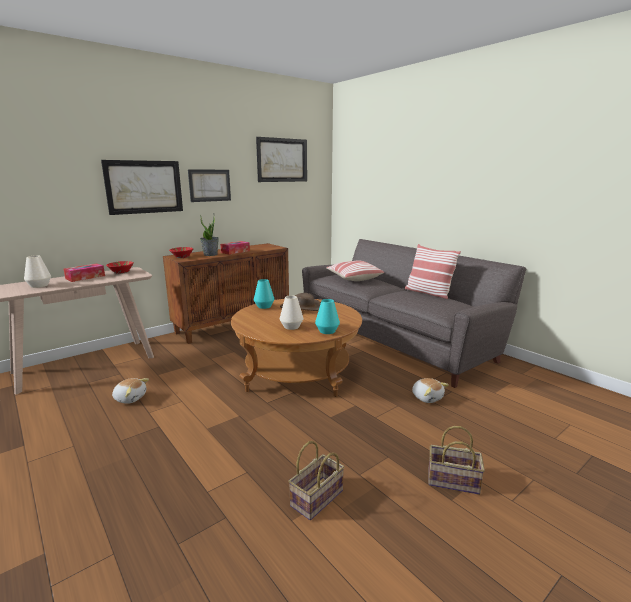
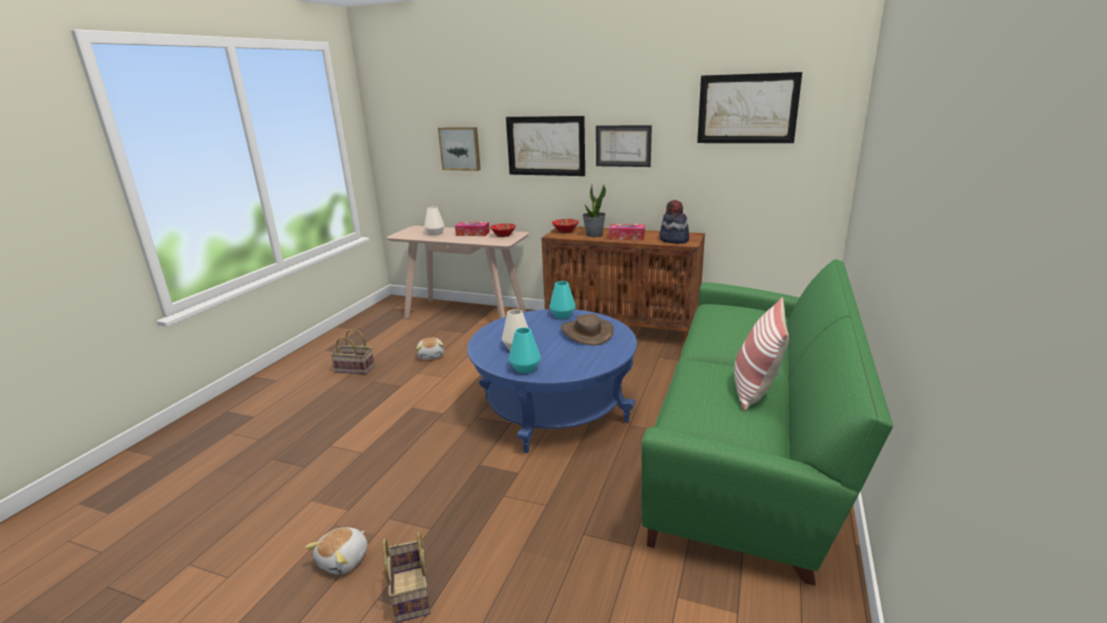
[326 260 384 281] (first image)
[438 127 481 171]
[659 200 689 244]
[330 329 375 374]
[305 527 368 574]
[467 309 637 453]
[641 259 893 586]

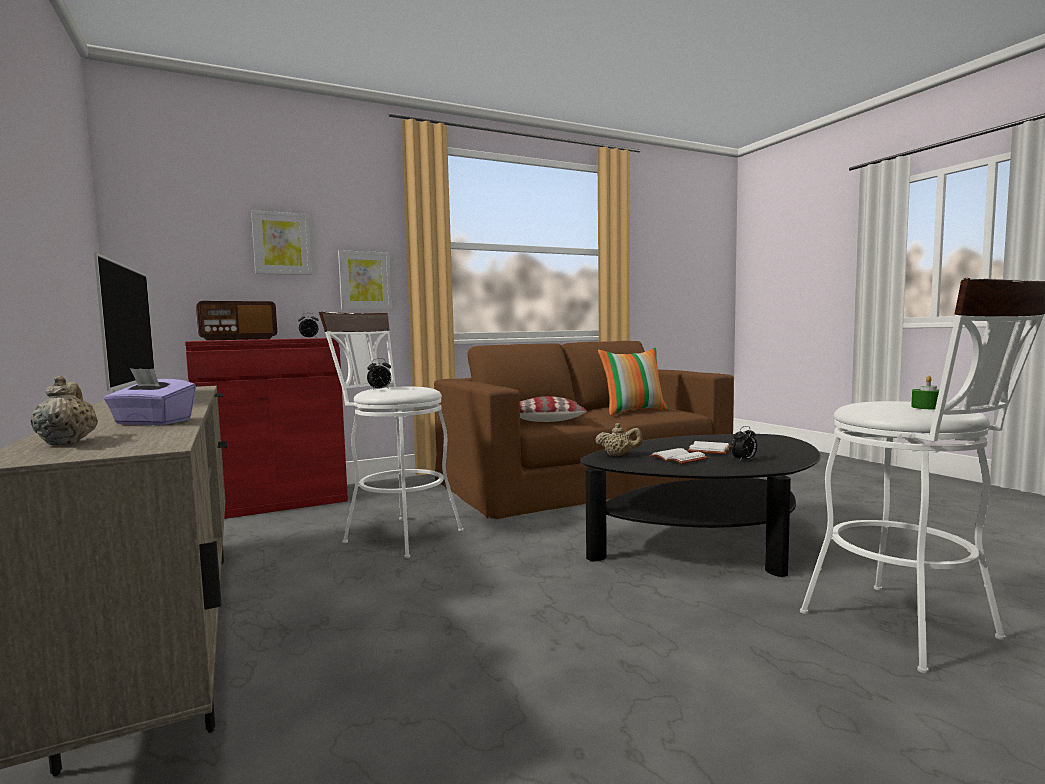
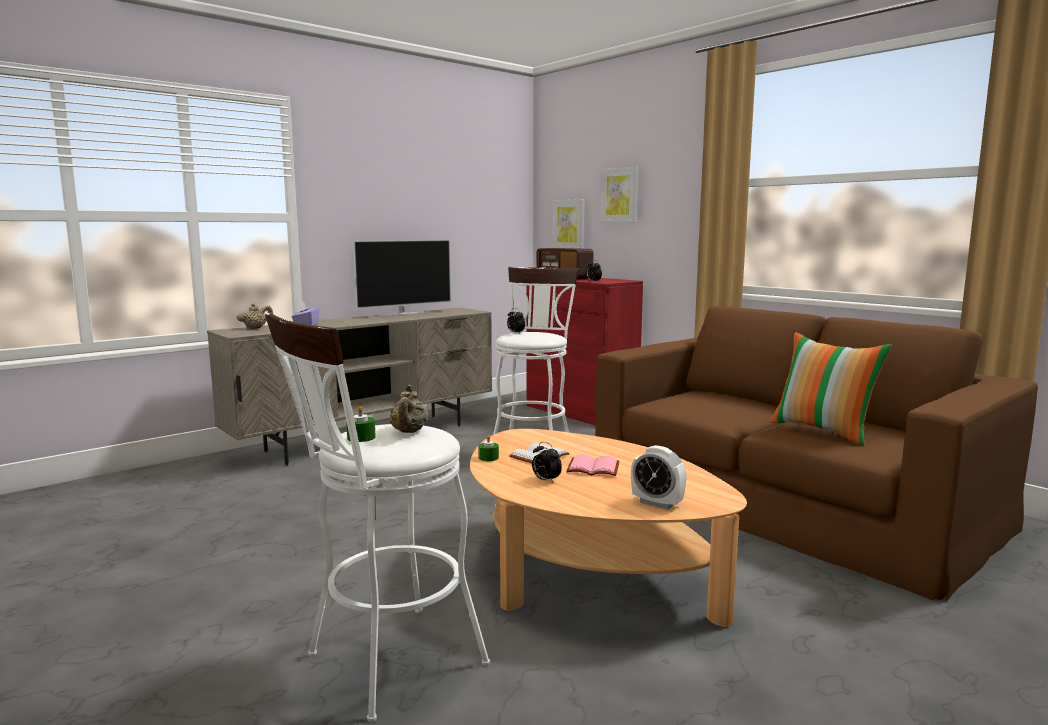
[520 396 587 422] (first image)
[478 435 499 461]
[631 445 687 509]
[552 199 585 249]
[390 385 428 433]
[470 429 747 627]
[566 454 619 476]

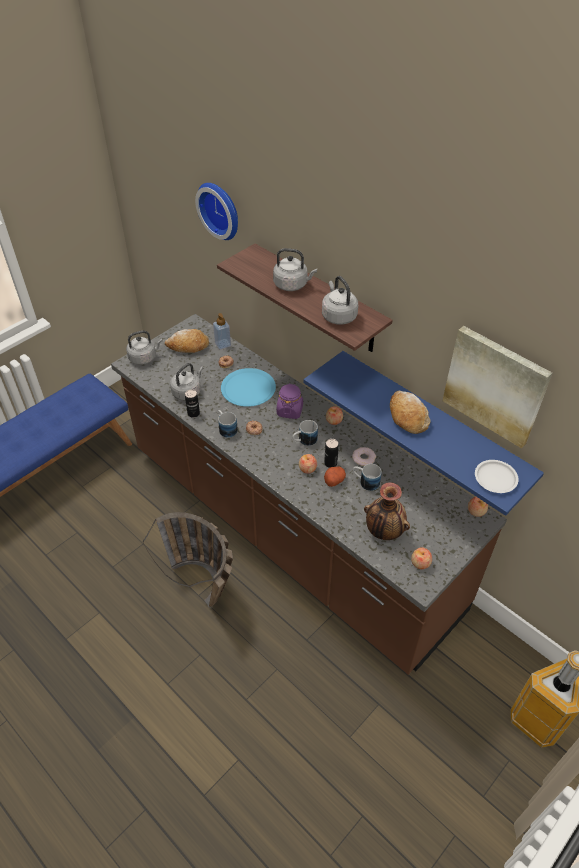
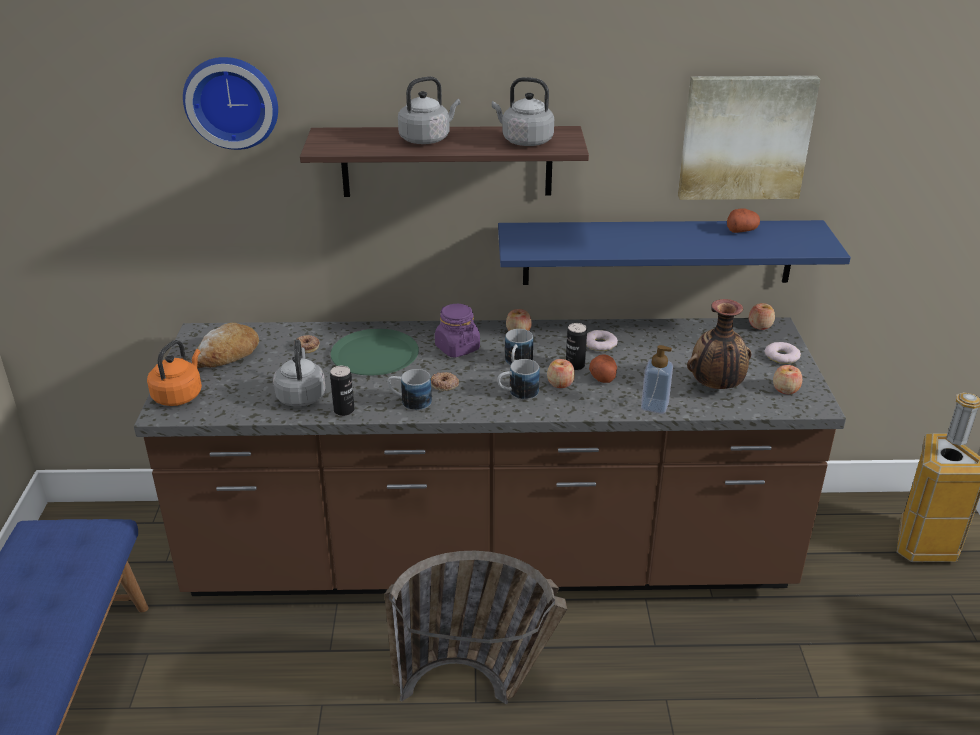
[390 391 431 434] (first image)
[475 460 519 493] (first image)
[727 208 760 233]
[764 342 801 364]
[641 345 673 414]
[497 359 539 400]
[147 340 202 406]
[331 329 419 375]

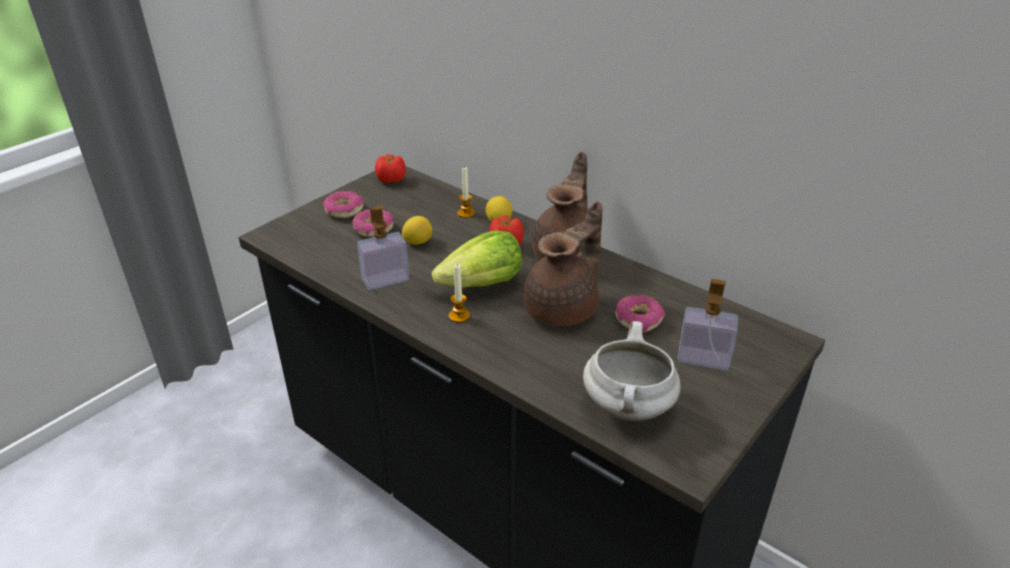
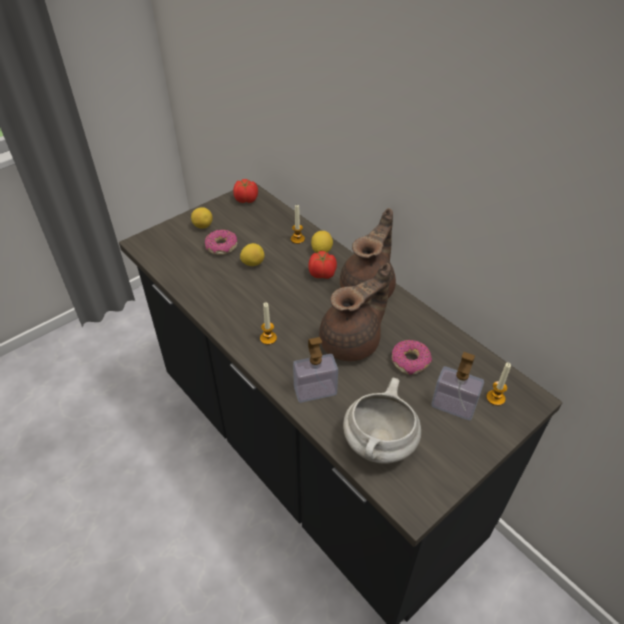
[431 230 522 287] (first image)
[486 363 511 406]
[293 337 338 403]
[191 207 212 229]

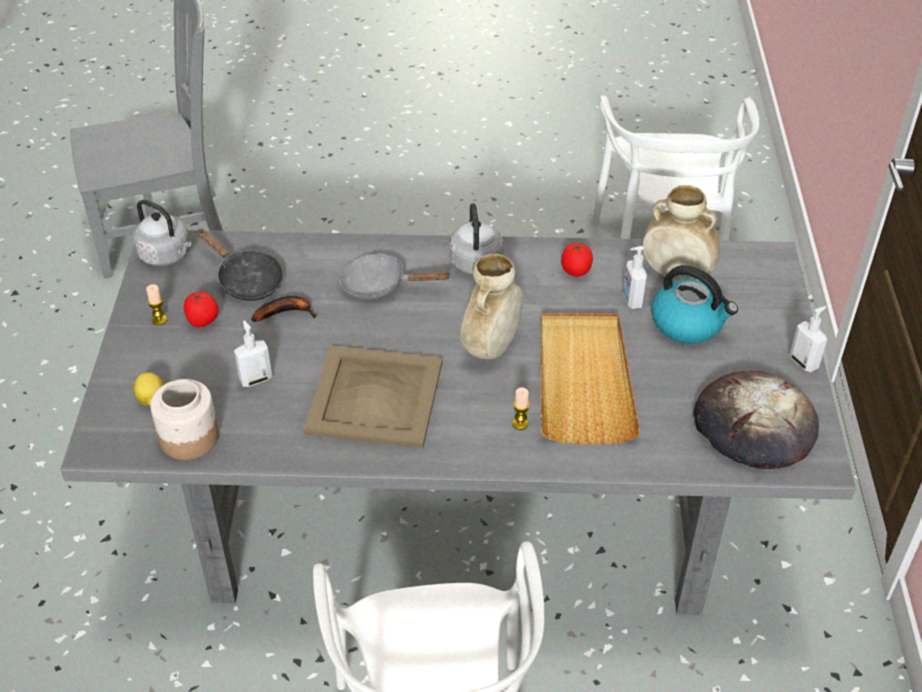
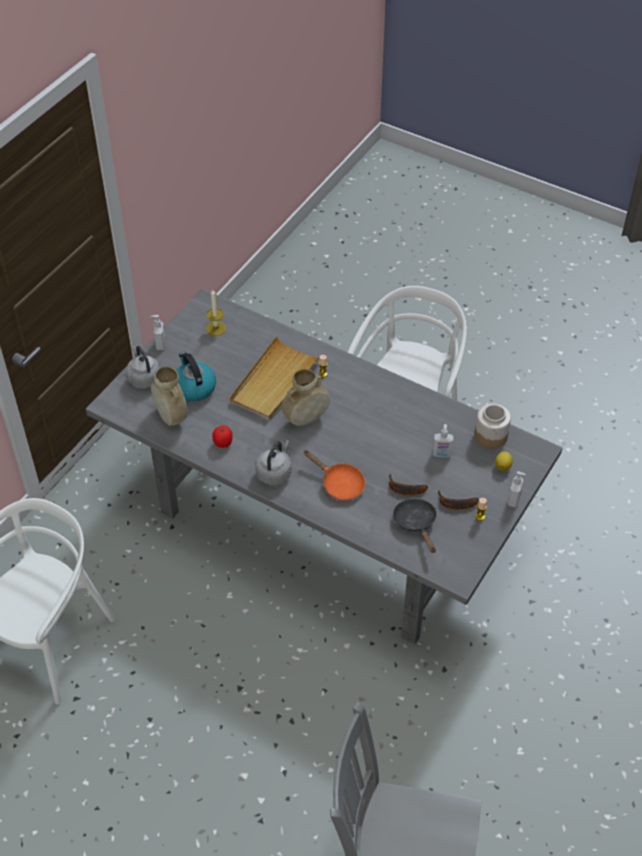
[303 345 443 448] (first image)
[126 346 160 389]
[508 471 526 508]
[438 490 479 509]
[206 289 226 336]
[303 450 365 501]

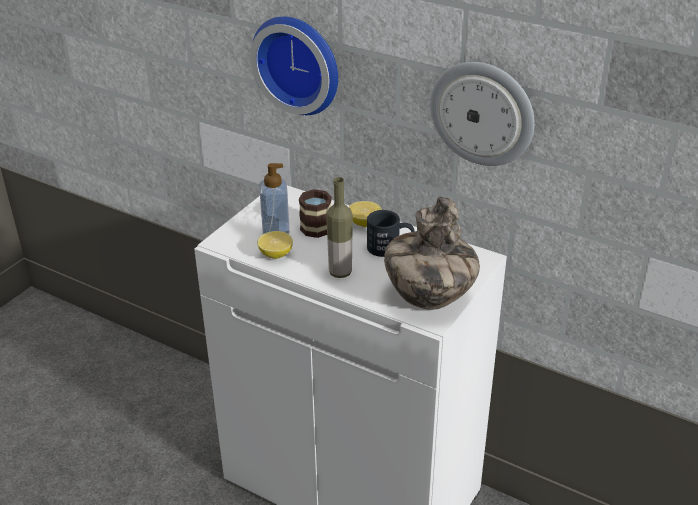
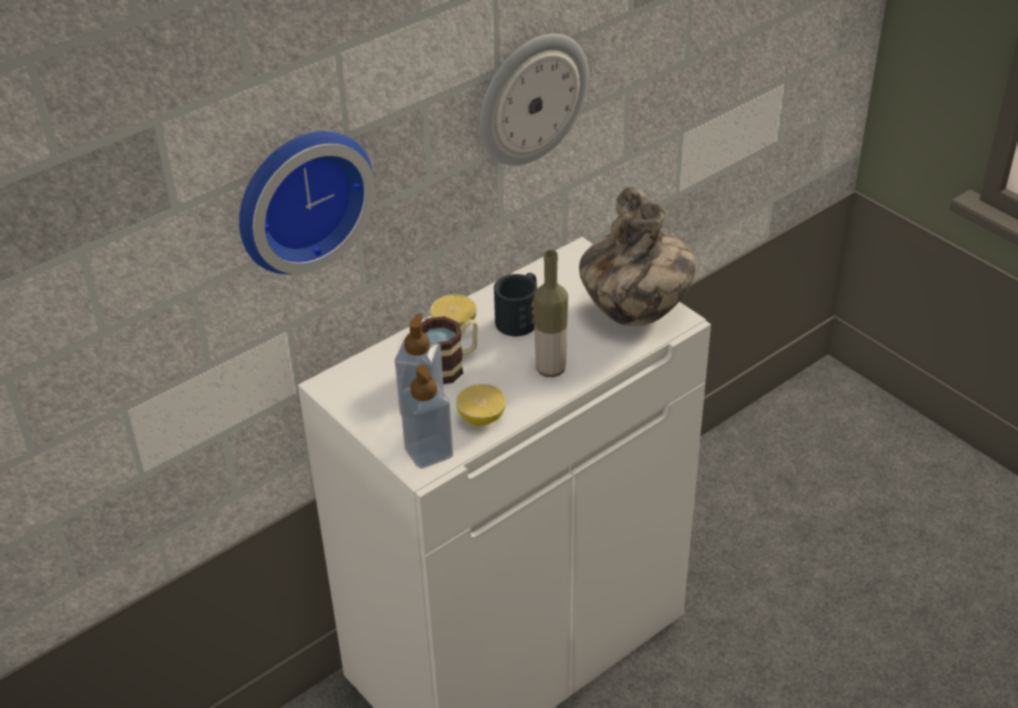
[400 364 453 469]

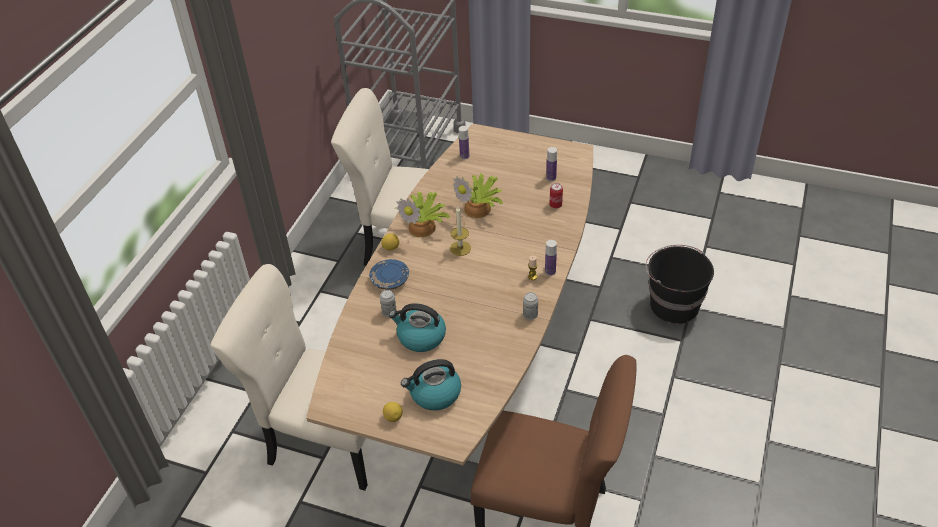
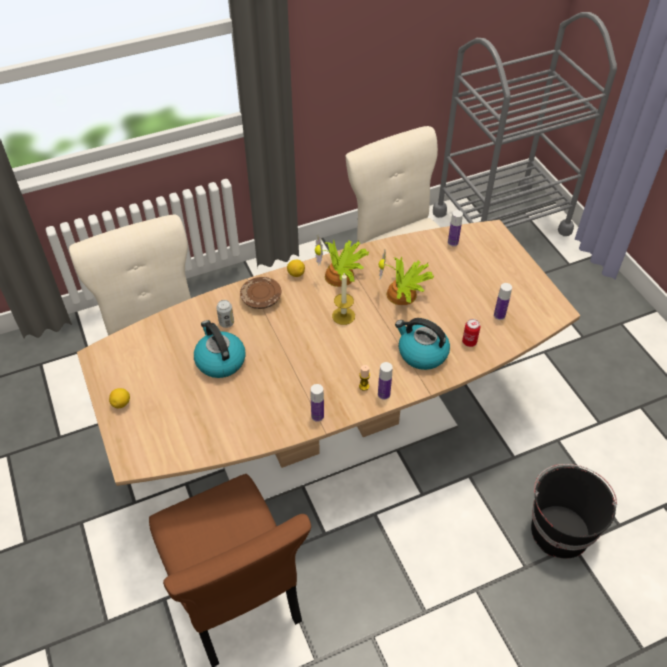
[395 318 450 370]
[311 384 324 422]
[240 277 282 309]

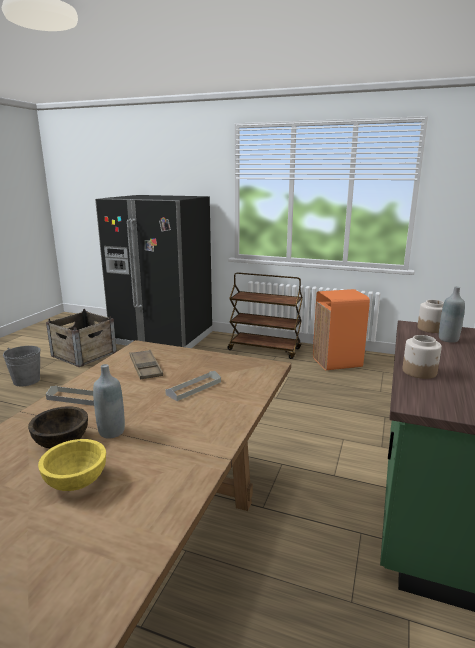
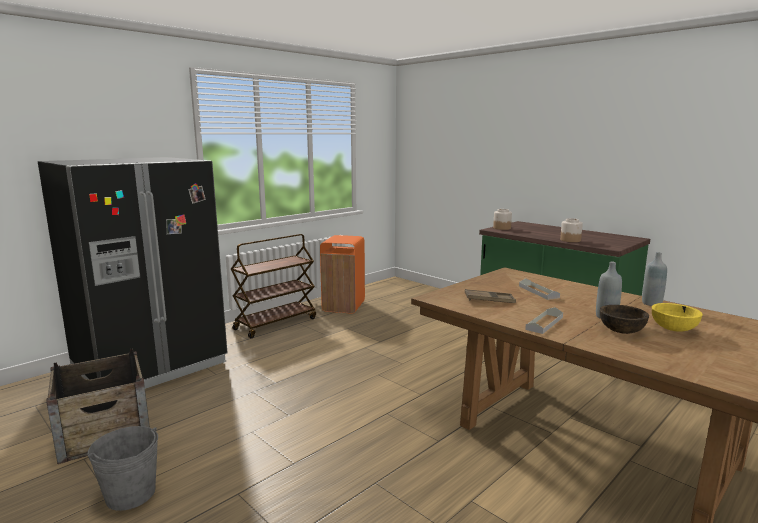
[642 252 667 306]

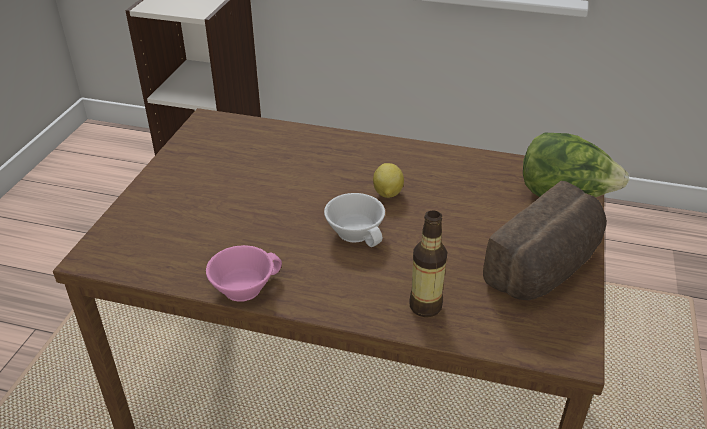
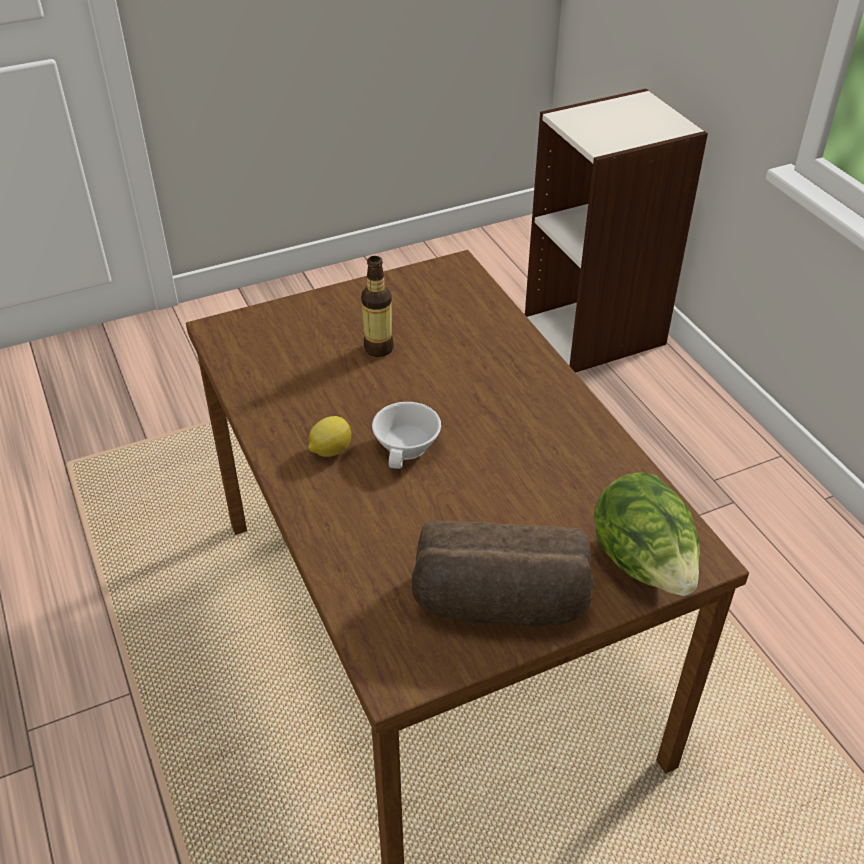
[206 245 282 302] (first image)
[308 416 351 457]
[361 256 394 357]

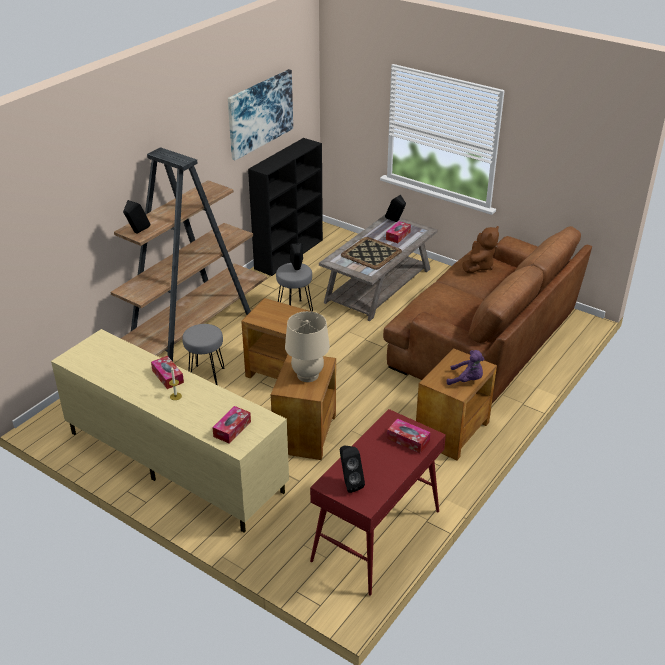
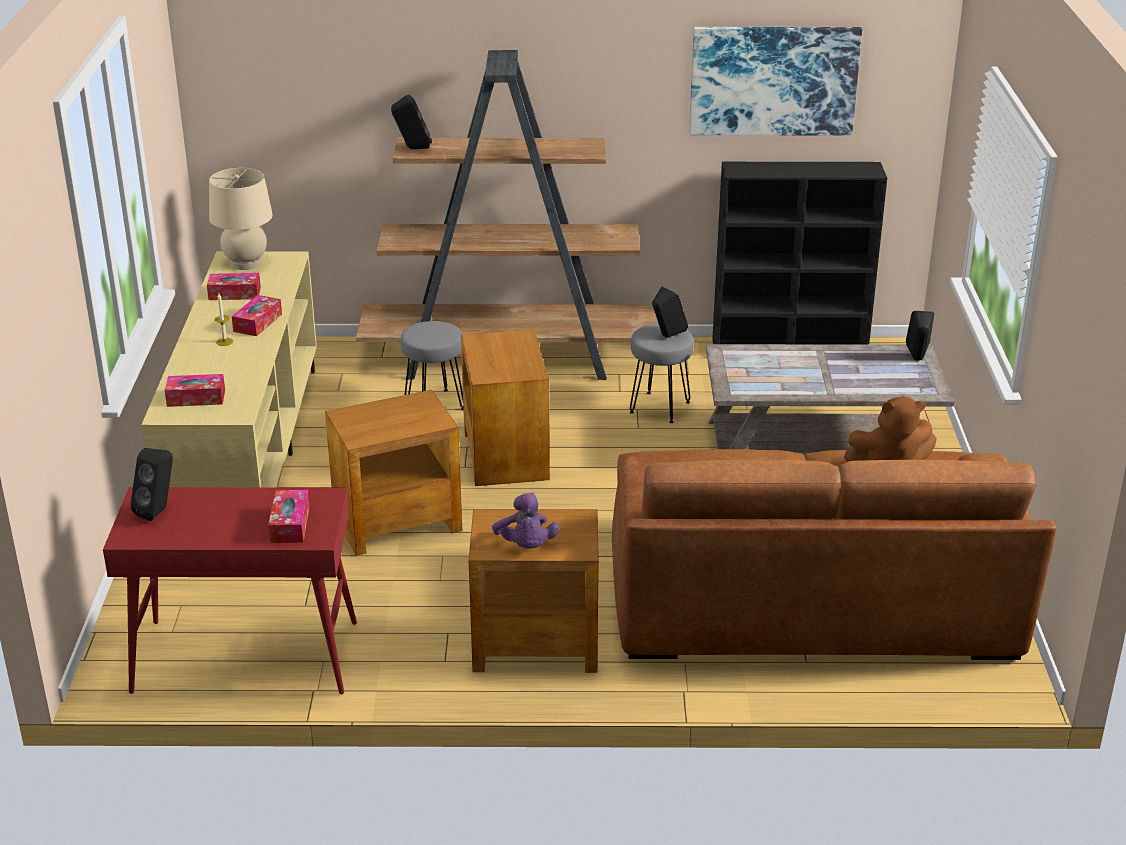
[341 237 402 270] (first image)
[209 168 273 270]
[207 273 261 300]

